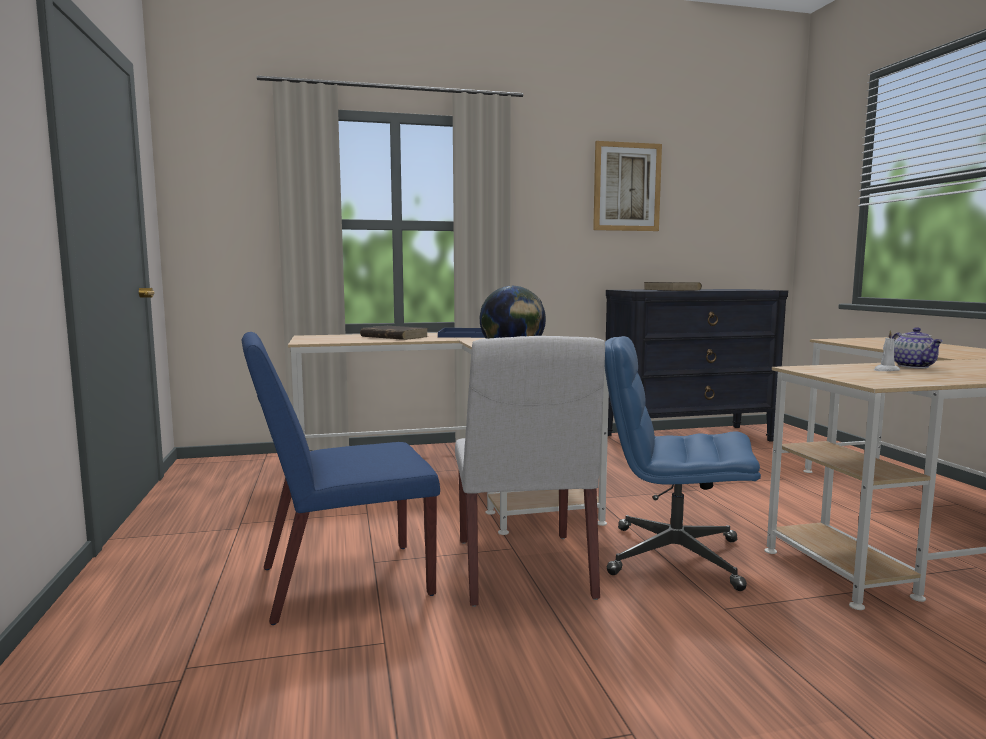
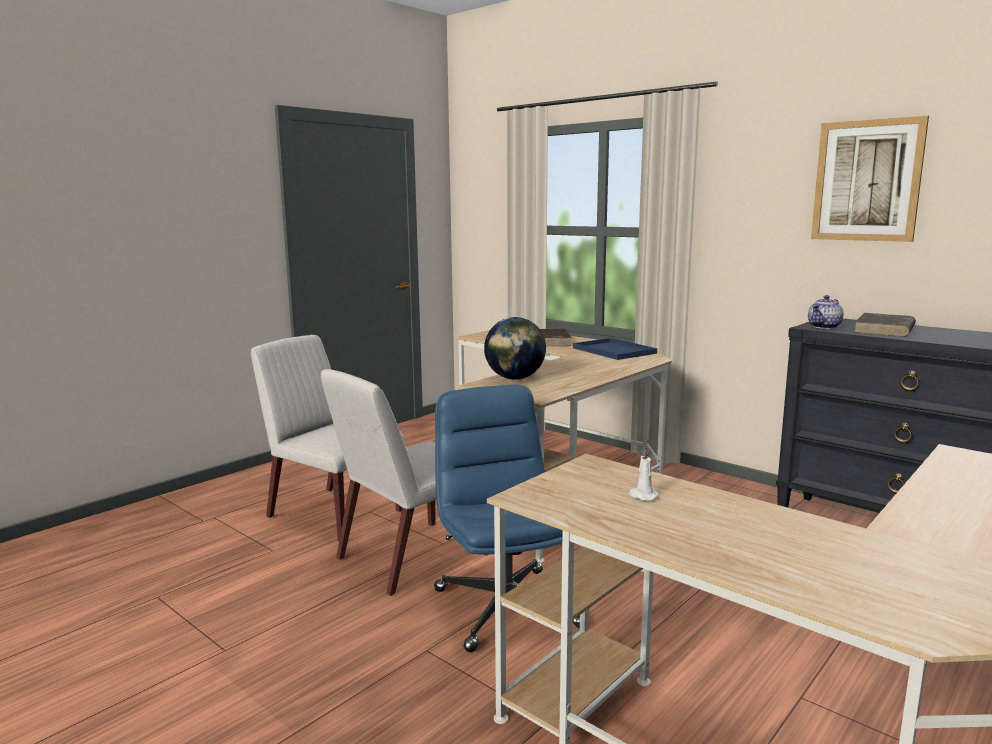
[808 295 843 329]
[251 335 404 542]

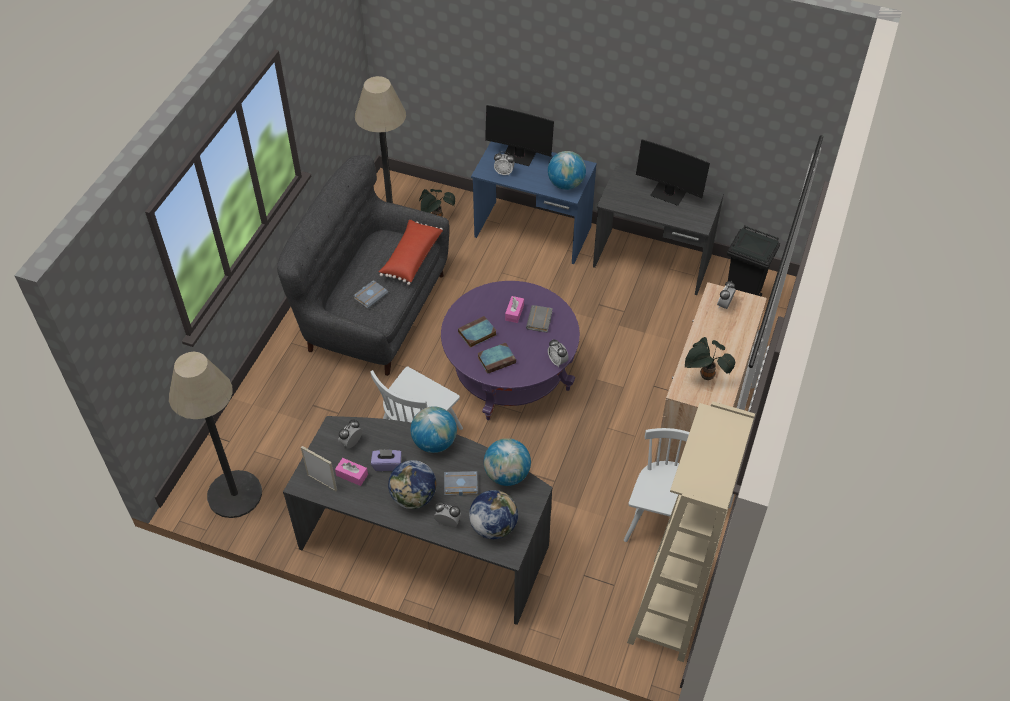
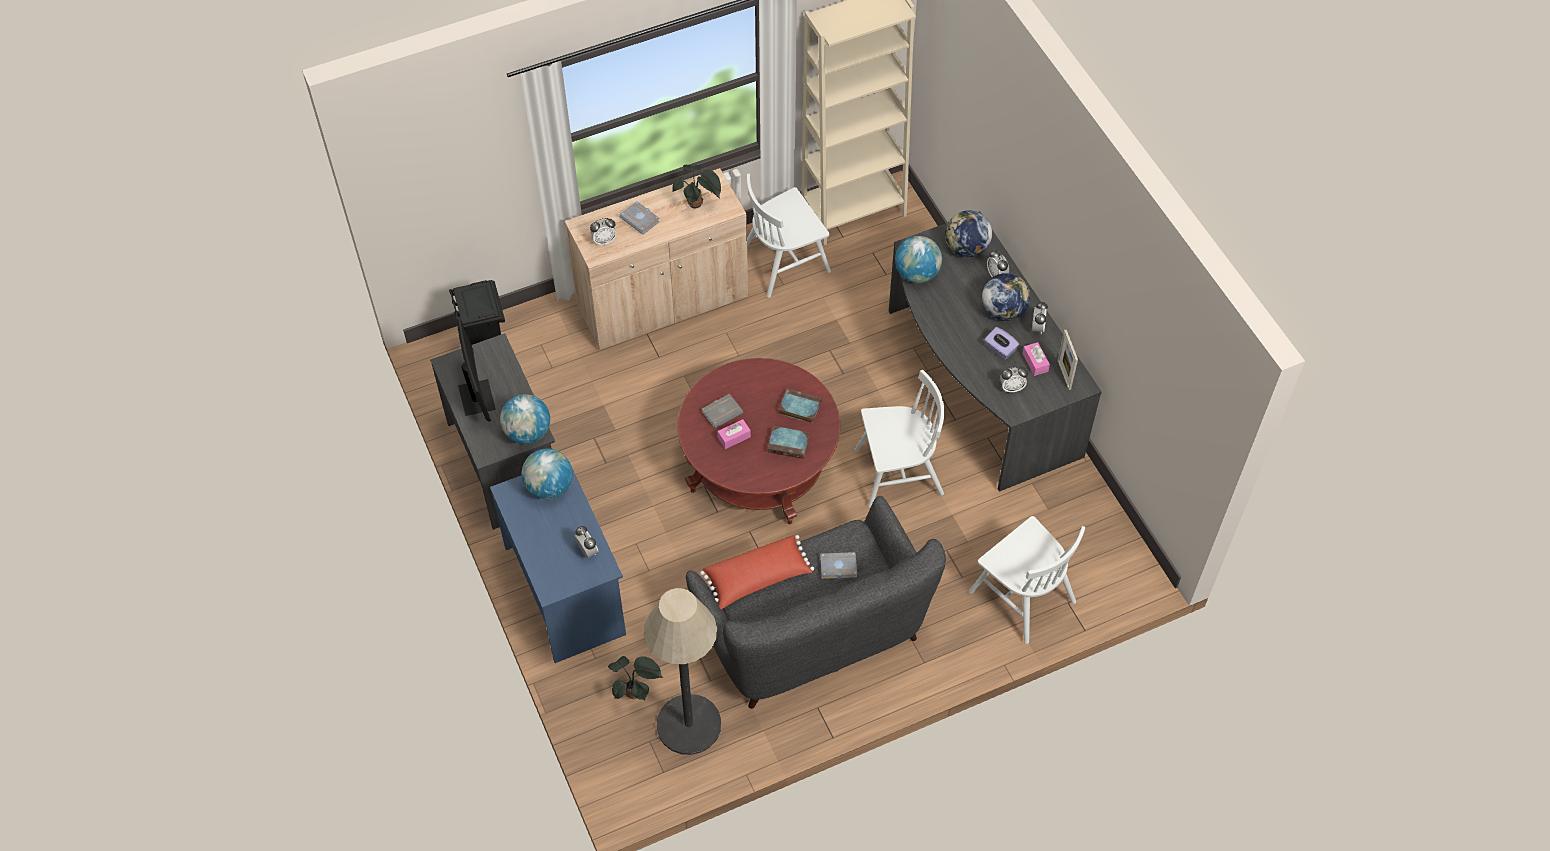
[169 352 262 518] (first image)
[485 105 554 166] (first image)
[969 516 1085 644]
[500 394 550 444]
[619 201 660 235]
[1032 301 1048 334]
[677 358 840 524]

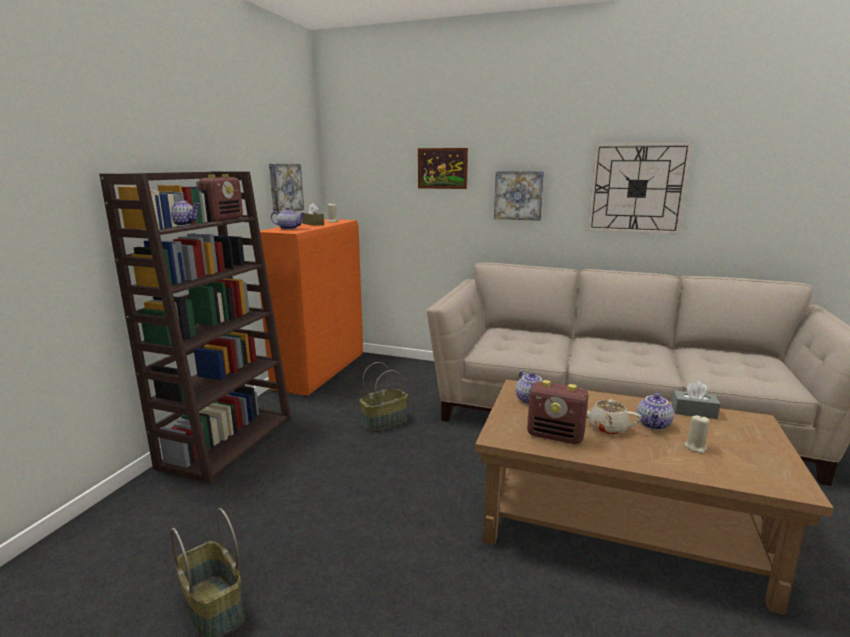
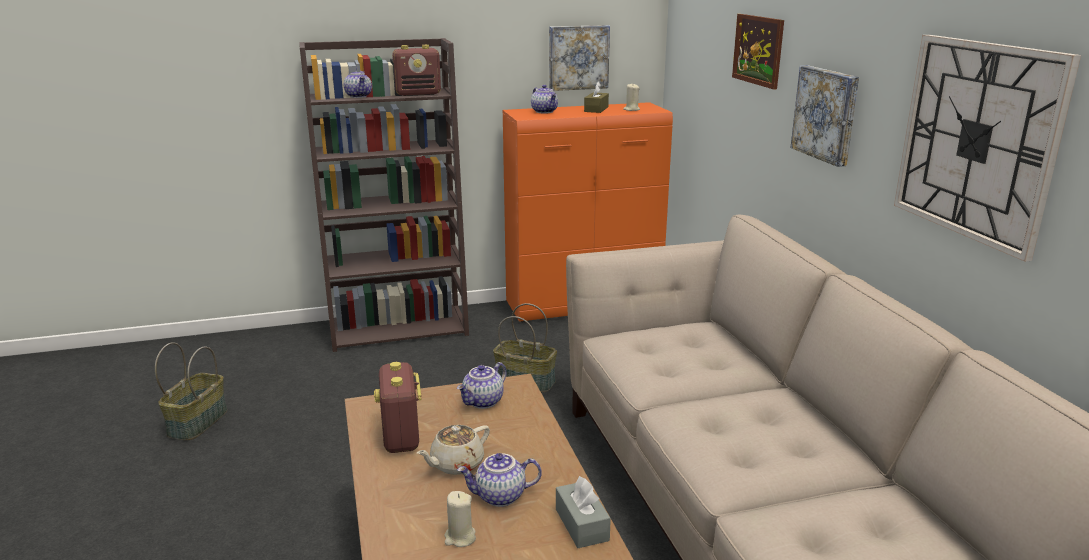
[417 425 490 475]

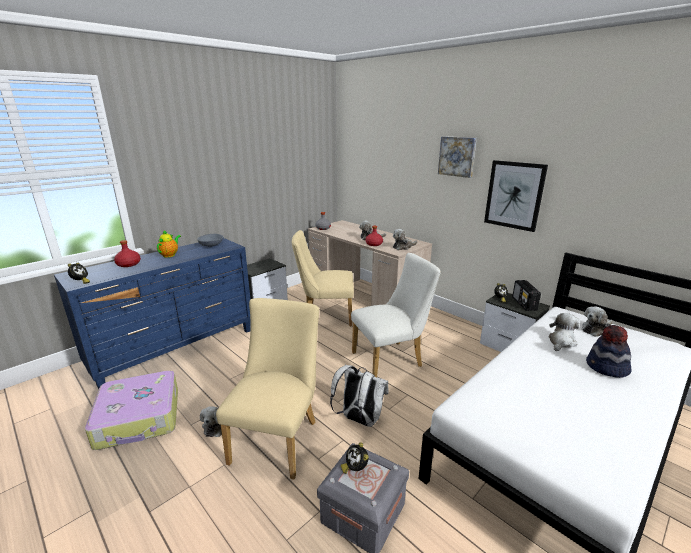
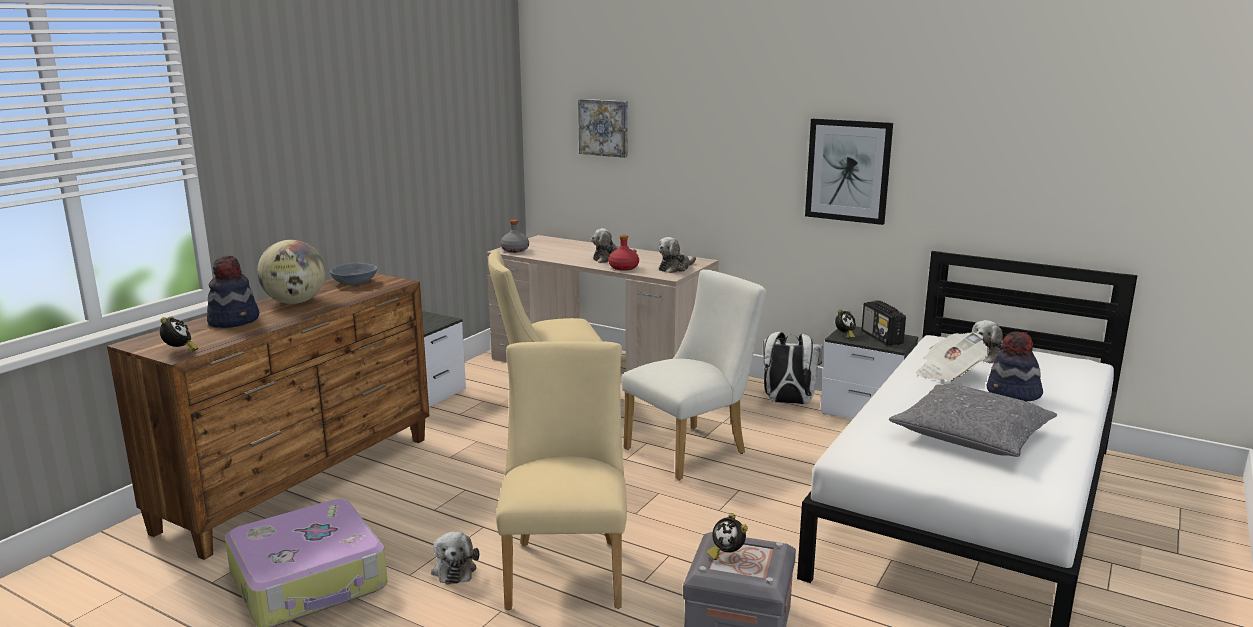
[889 384 1057 457]
[763 332 823 404]
[578 99 628 158]
[207 255 259 328]
[257 240 325 304]
[916 332 989 382]
[107 274 430 560]

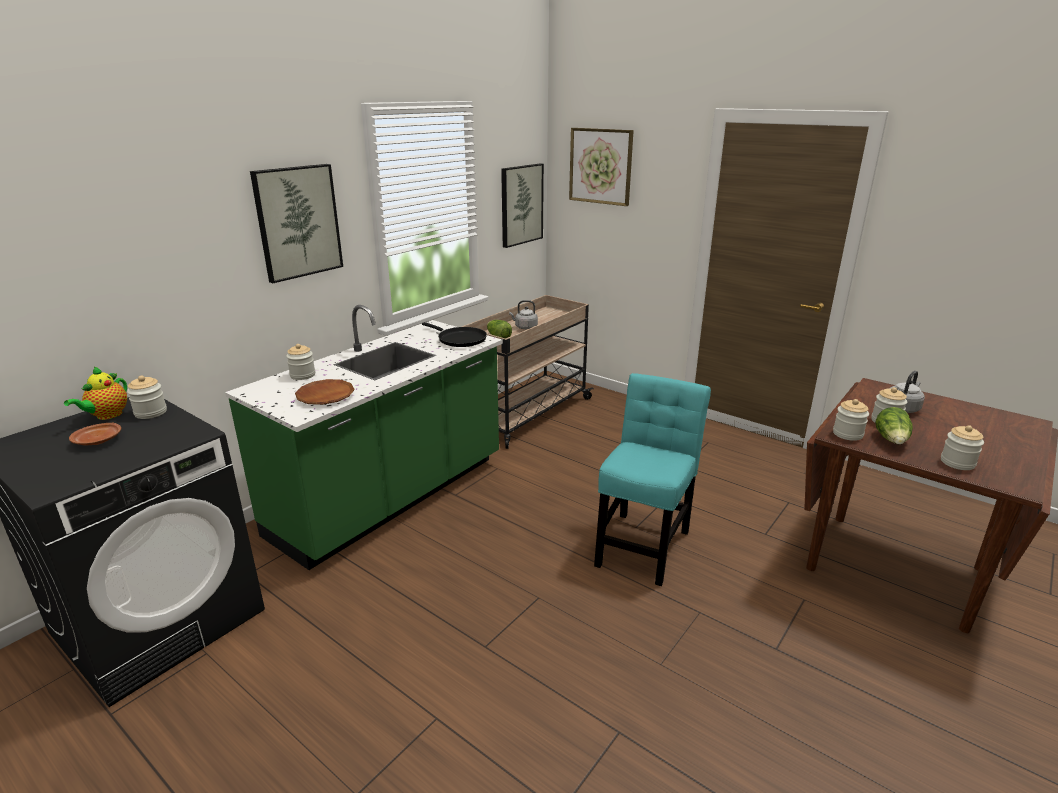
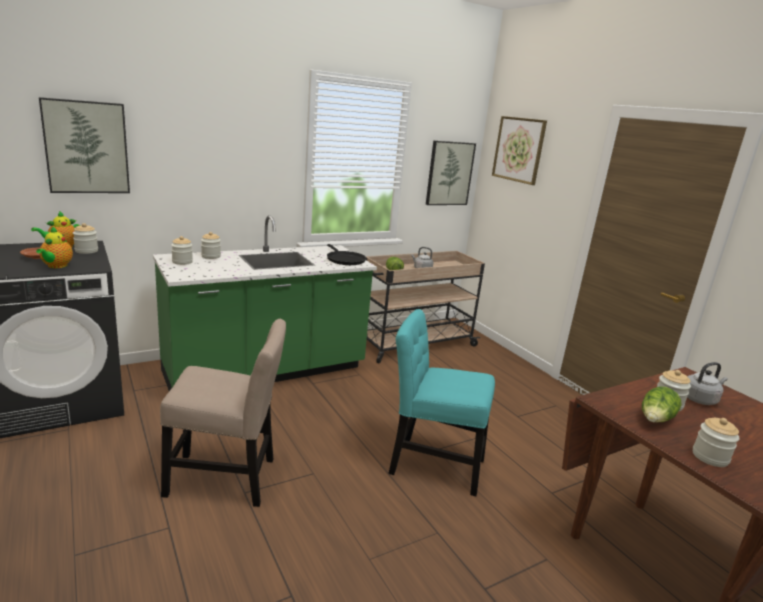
[295 379 355 405] (first image)
[36 226 73 268]
[160 319 286 507]
[39 97 130 193]
[171 236 193 265]
[388 309 495 496]

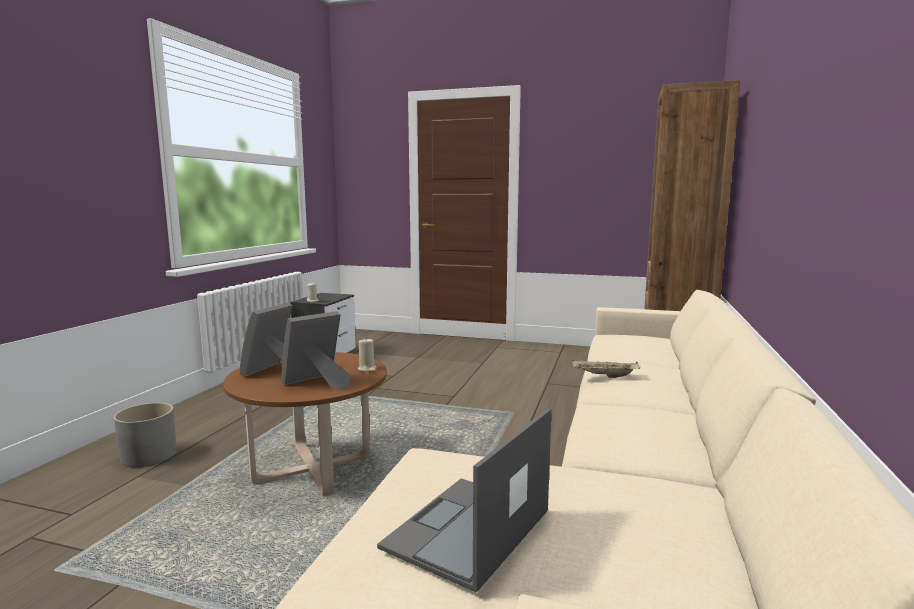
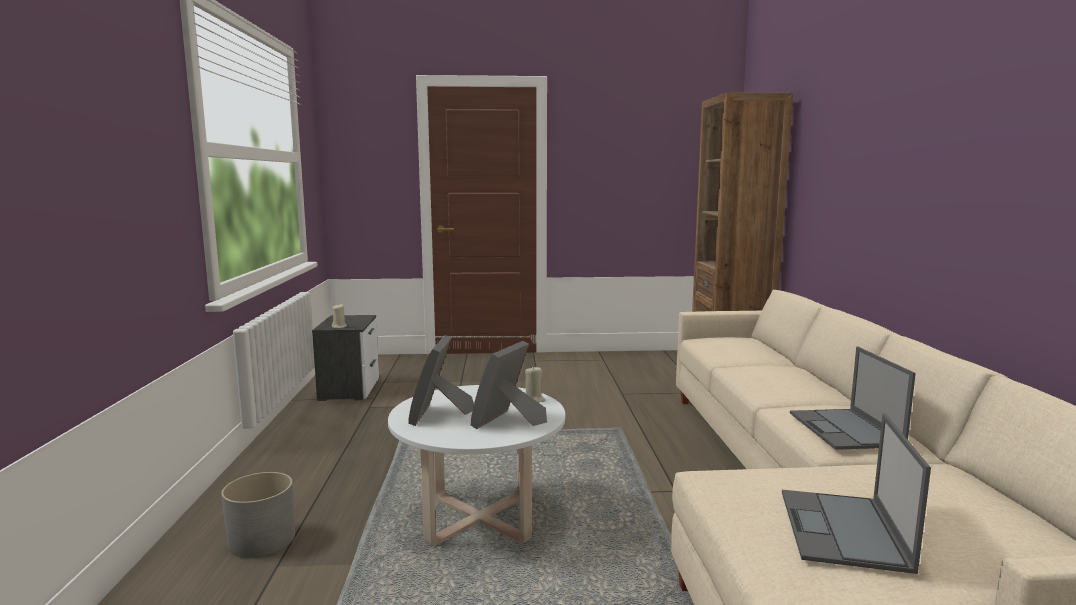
[572 360 640 378] (first image)
[790 347 916 450]
[388 385 566 547]

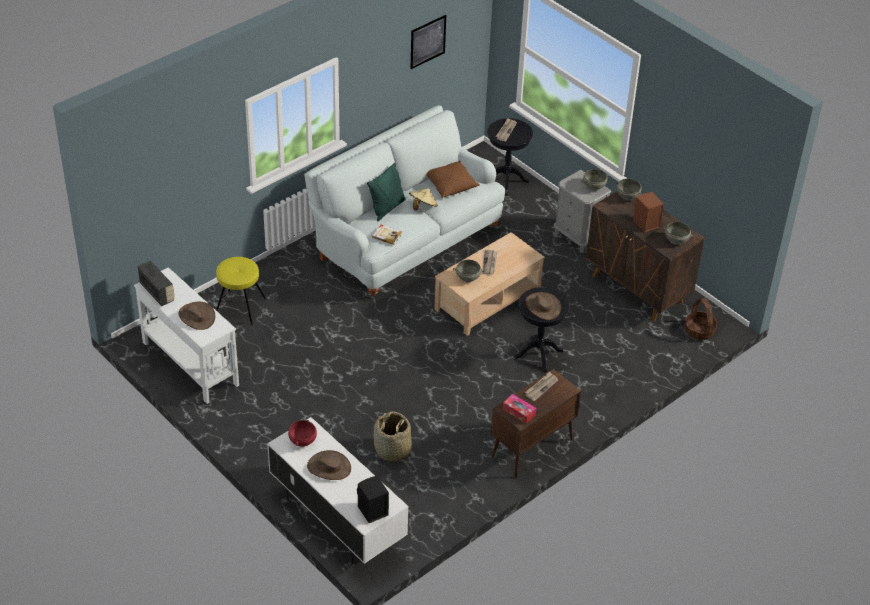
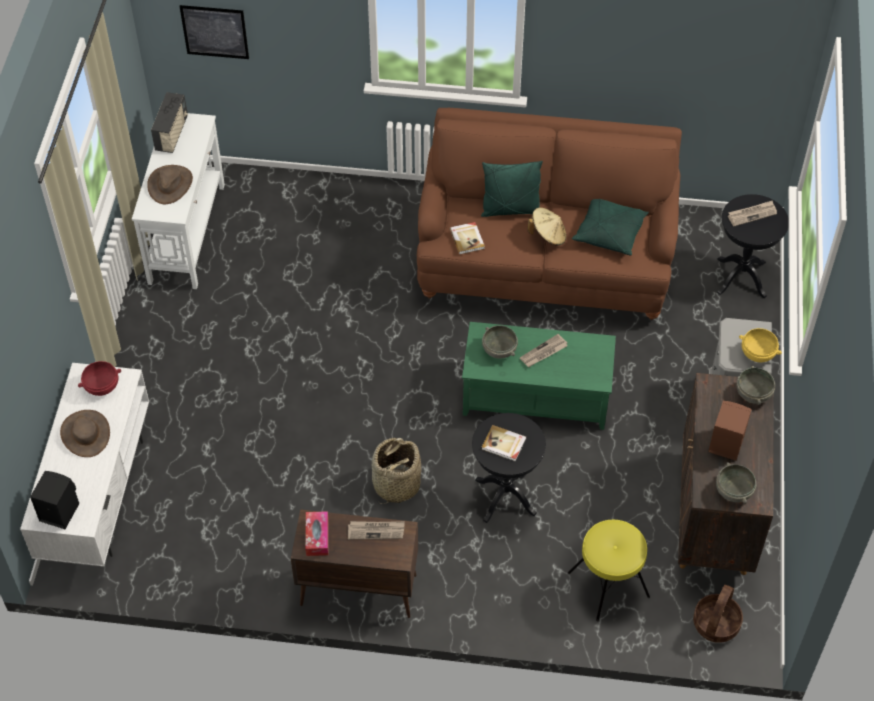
[568 520 650 621]
[372 438 421 504]
[180 5 249 59]
[482 425 526 462]
[417 108 682 320]
[572 199 649 256]
[462 322 616 430]
[739 328 782 362]

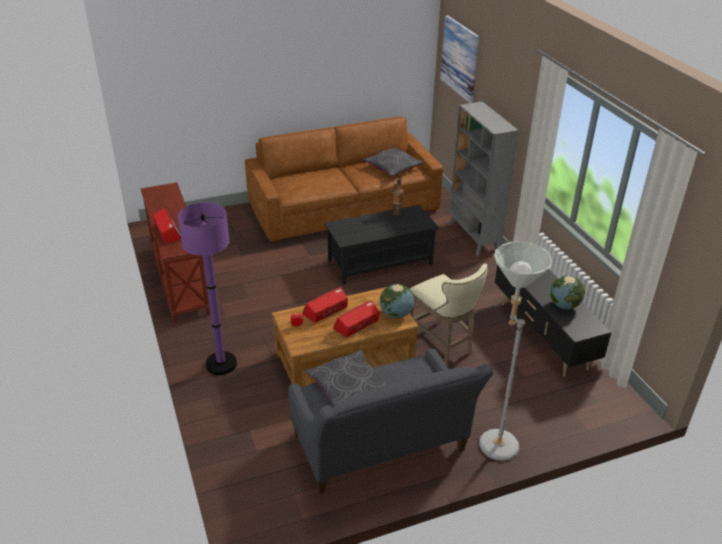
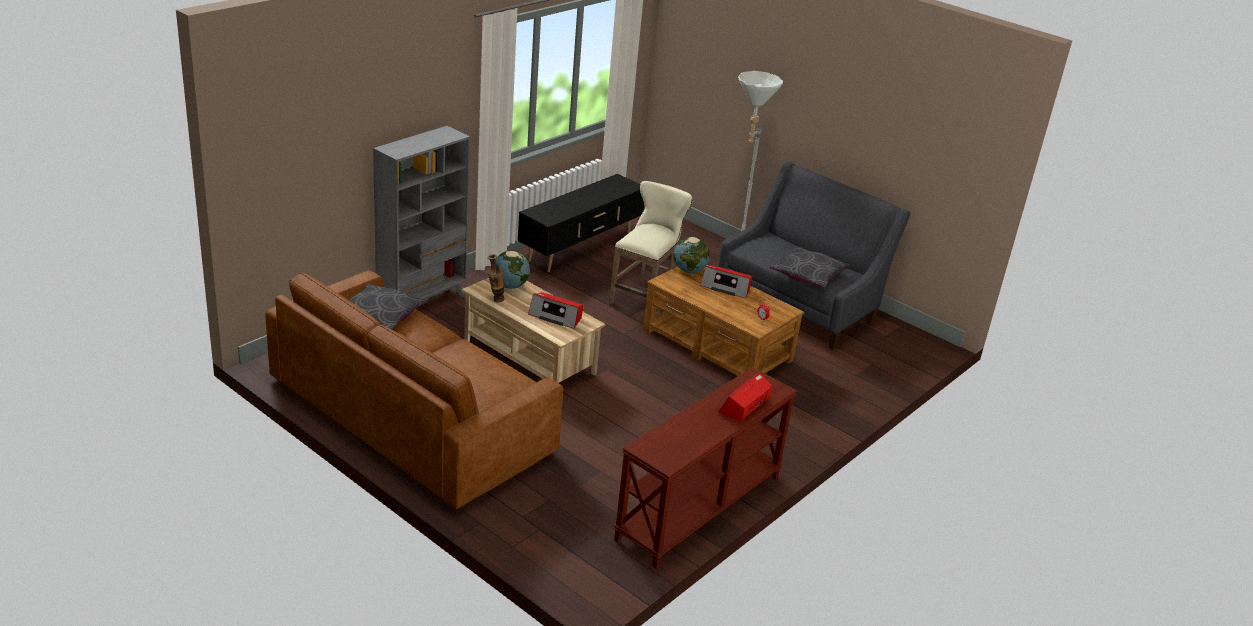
[178 202 237 375] (first image)
[440 15 479 103] (first image)
[528 292 583 329]
[495 251 530 289]
[462 278 606 383]

